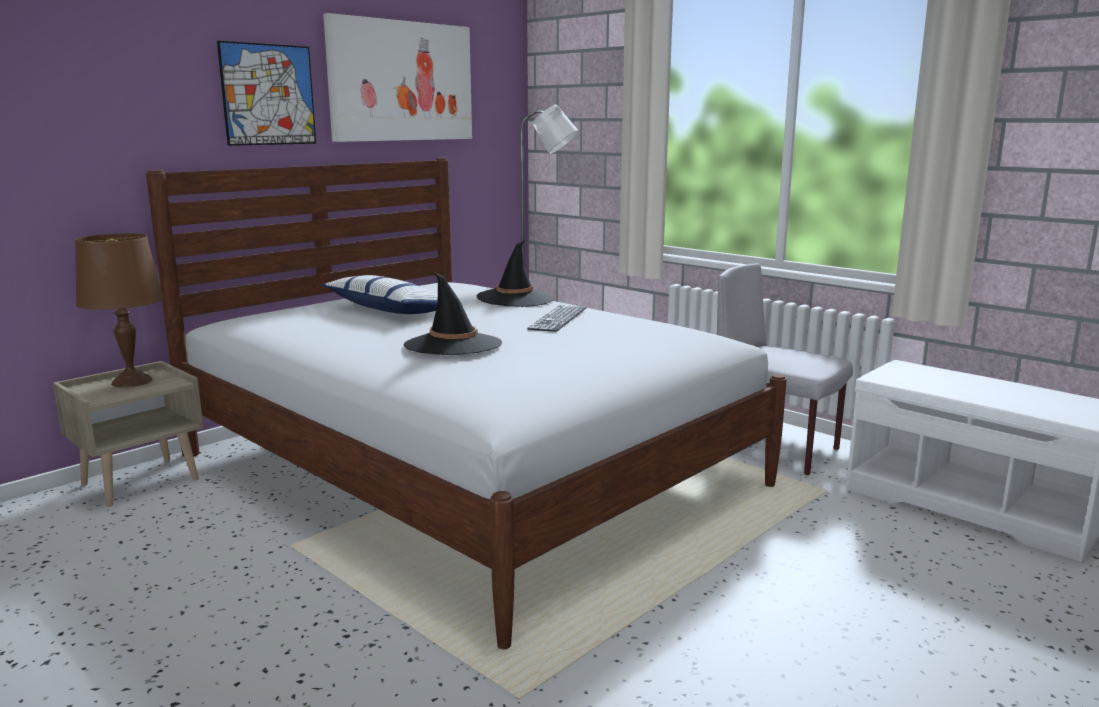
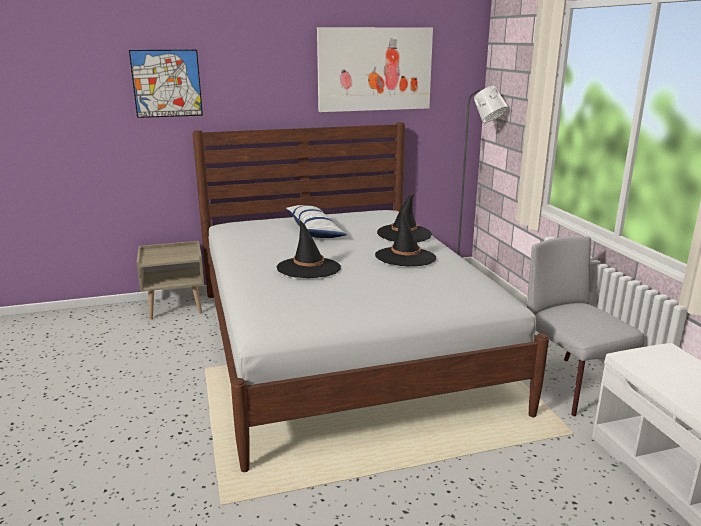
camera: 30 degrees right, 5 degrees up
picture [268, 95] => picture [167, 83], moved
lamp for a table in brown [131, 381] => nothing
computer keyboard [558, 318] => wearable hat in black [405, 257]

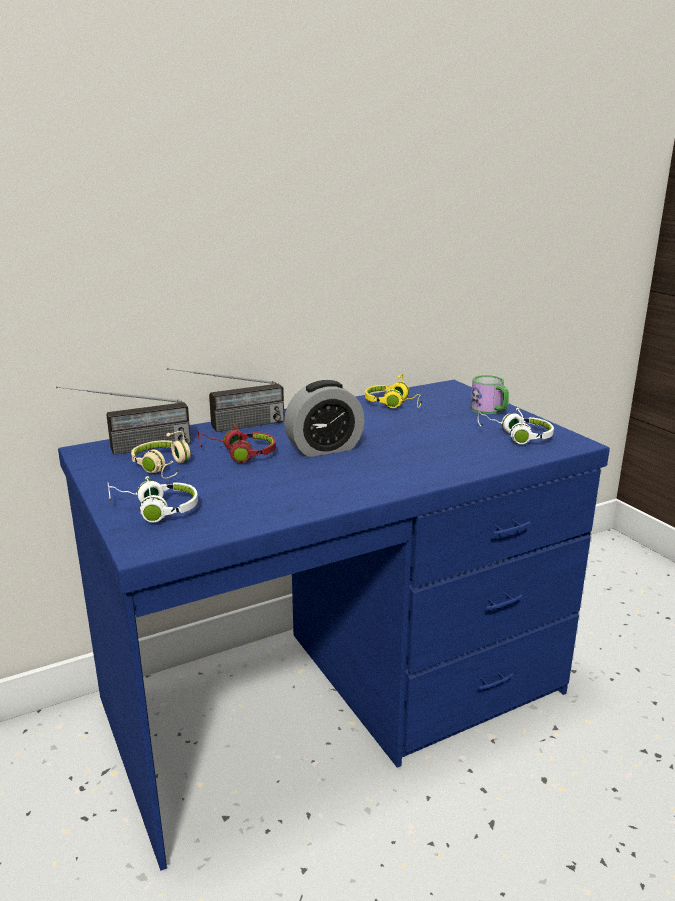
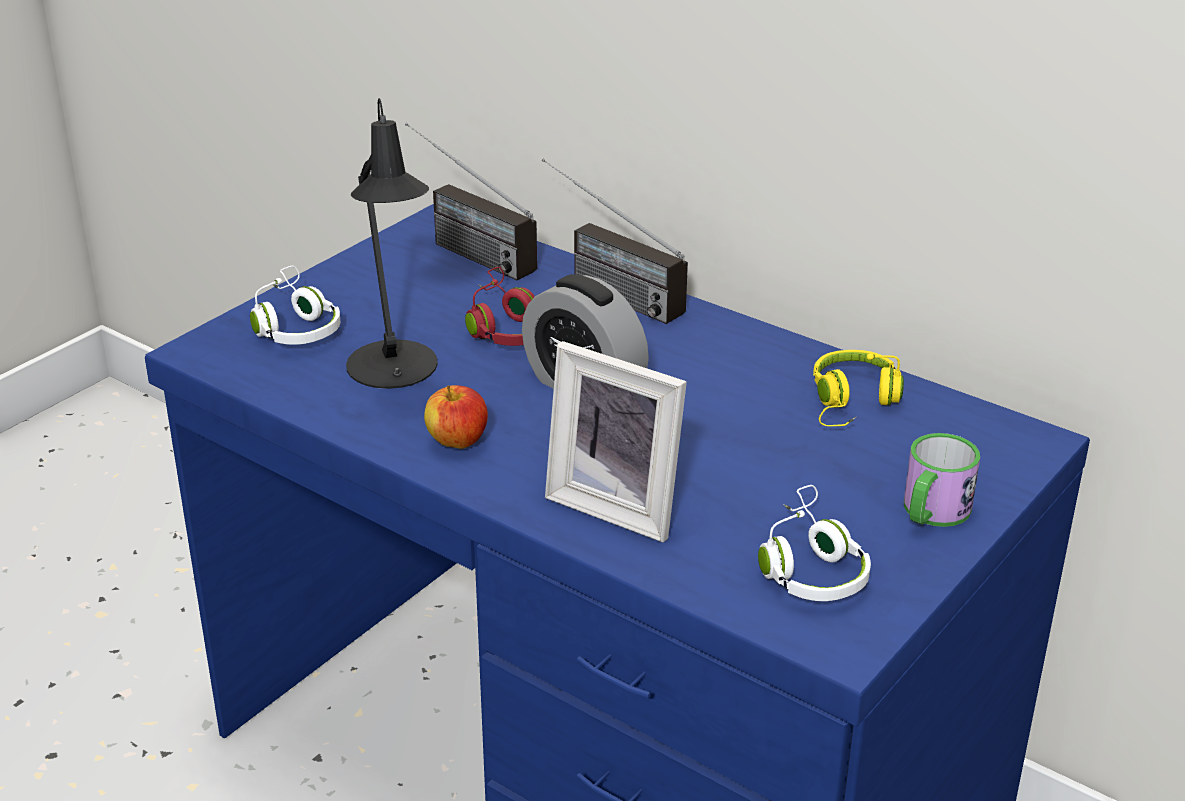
camera: 65 degrees right, 10 degrees up
headset in sand-coloured [164, 467] => nothing
nothing => lamp for a table in black [394, 371]
nothing => standing frame [618, 505]
nothing => apple fruit [457, 441]

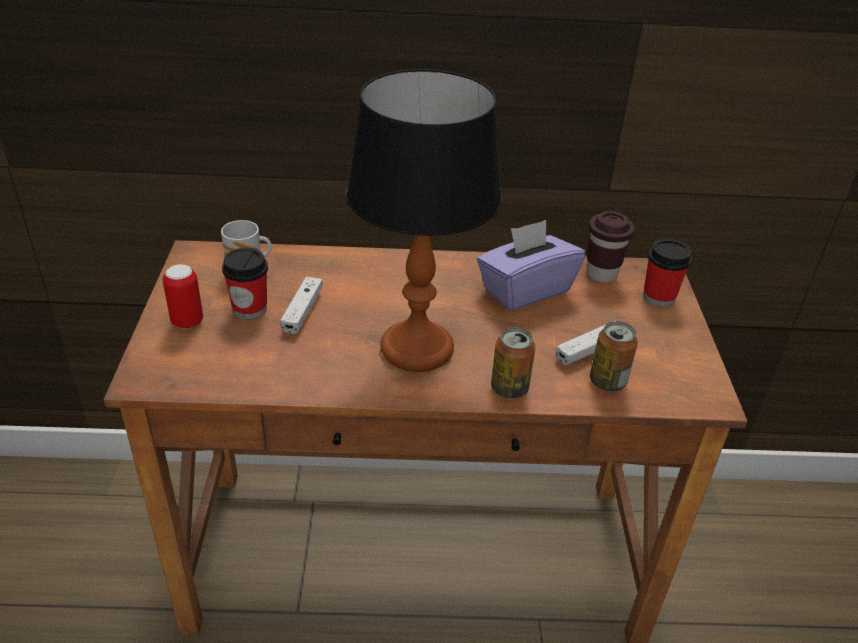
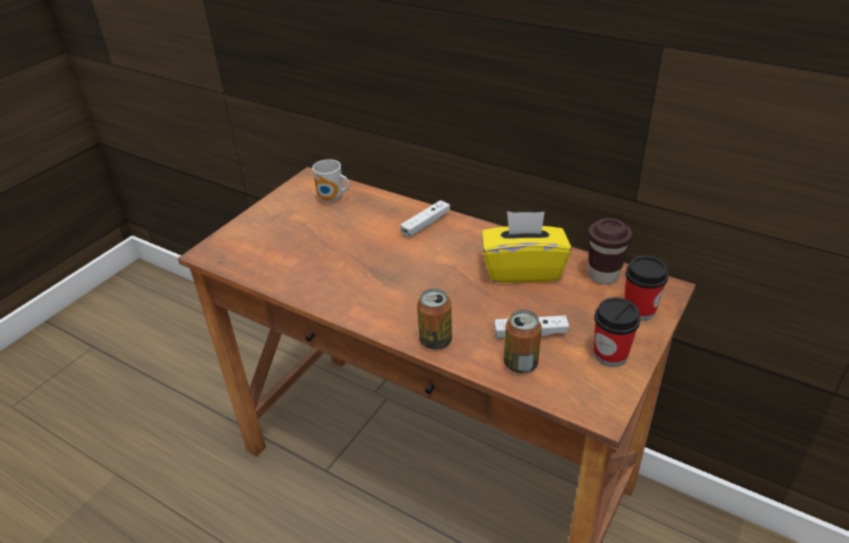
camera: 35 degrees right, 0 degrees up
lamp for a table [418, 348] => nothing
box of tissues in purple-coloured [525, 290] => box of tissues in yellow-coloured [522, 269]
drinking cup [249, 309] => drinking cup [610, 355], moved
sealed can [187, 322] => nothing
joypad in whitish [302, 311] => joypad in whitish [426, 224], moved

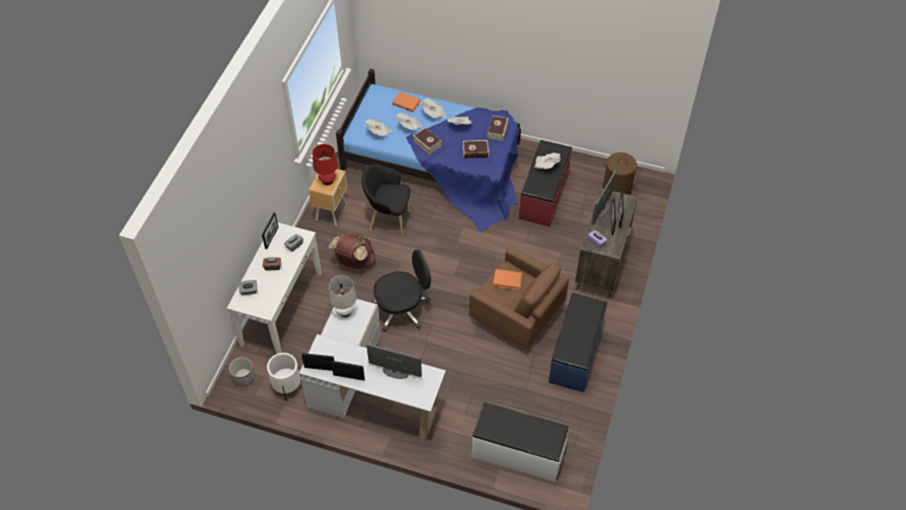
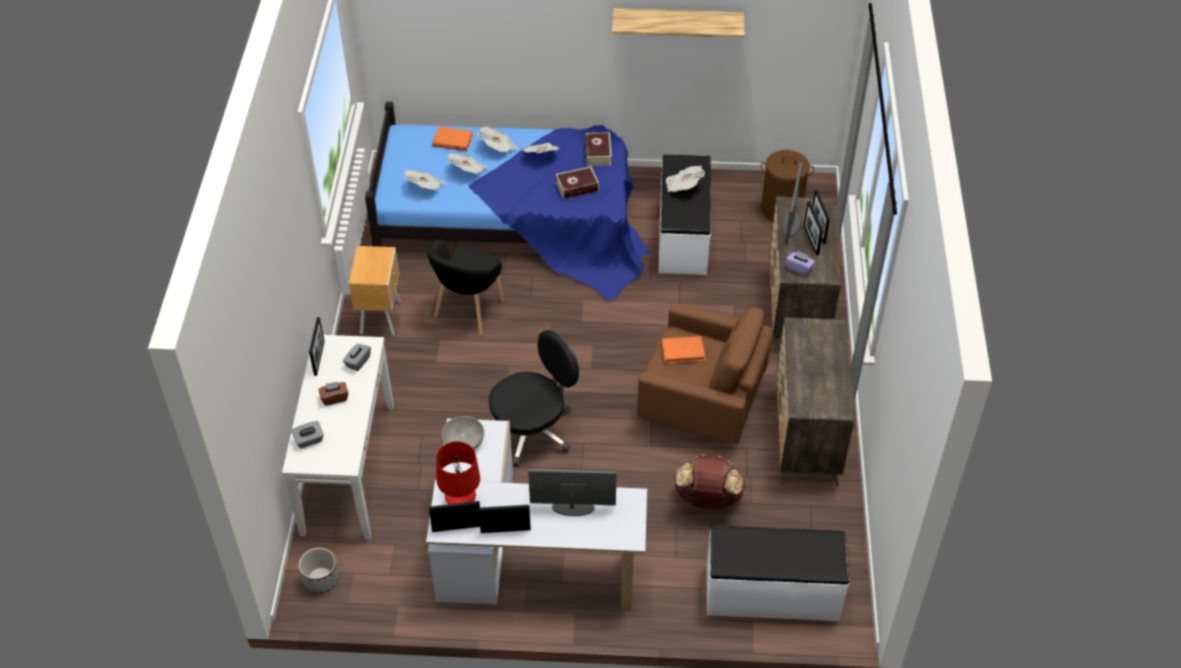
camera: 15 degrees left, 5 degrees down
book [427, 143] => nothing
bench in red-coloured [543, 195] => bench in whitish [682, 235]
lamp for a table in red-coloured [327, 180] => lamp for a table in red-coloured [461, 502], moved
lounge chair in black [388, 219] => lounge chair in black [469, 311], 60 degrees counterclockwise
knapsack in brown [354, 261] => knapsack in brown [707, 499], moved
lamp for a table in whitish [345, 311] => serving bowl in gray [463, 441]
bench in bluish [576, 353] => dresser [805, 437]
flower pot in whitish [287, 387] => nothing
nothing => shelf [677, 22]

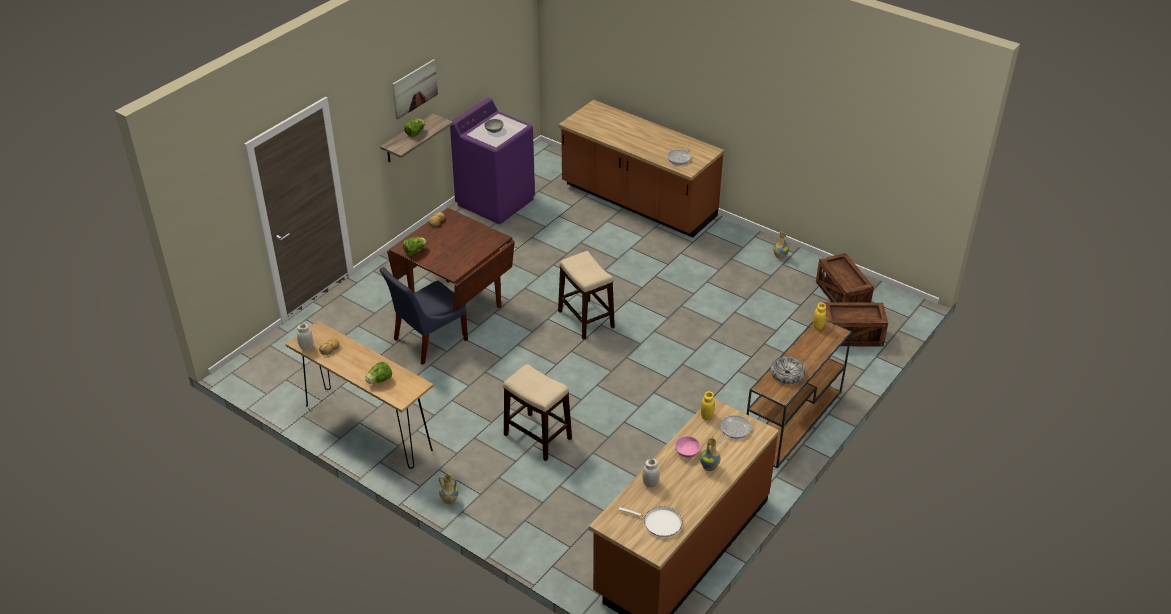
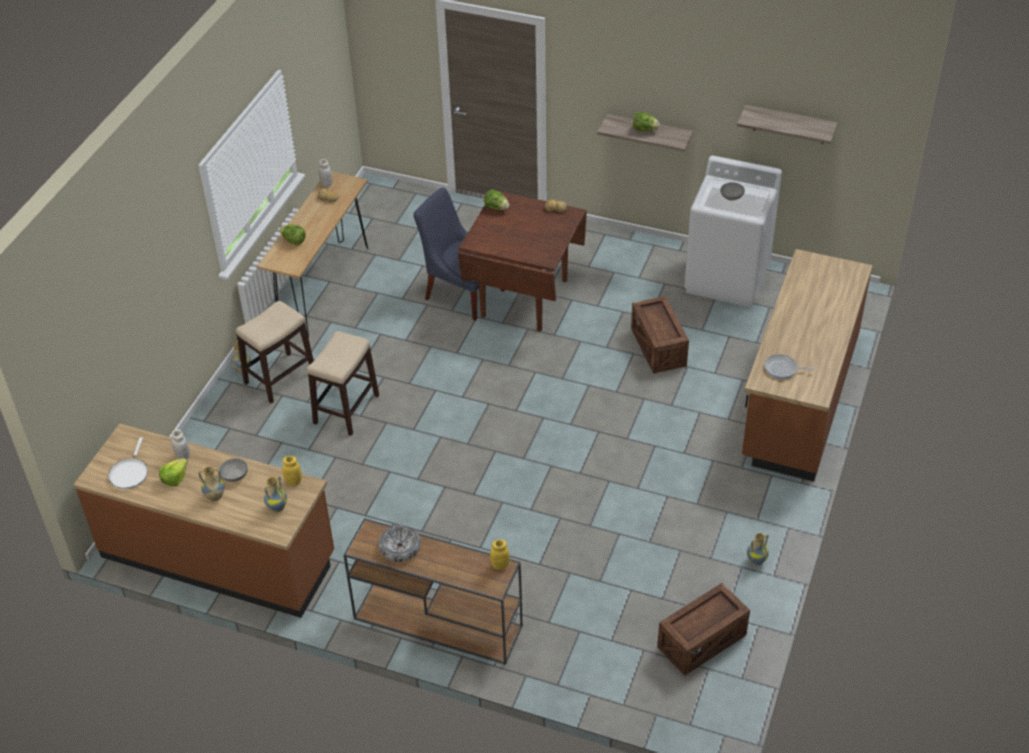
camera: 75 degrees right, 5 degrees up
picture [414, 88] => nothing
laundry machine in purple-coloured [496, 201] => laundry machine in whitish [727, 278]
sitting stool [586, 319] => sitting stool [279, 378], moved
shipping crate [851, 336] => shipping crate [658, 347], moved
pan [733, 430] => vase [277, 507]
serving bowl in pink-coloured [687, 451] => serving bowl in gray [235, 475]
nothing => shelf [789, 124]
nothing => lettuce [174, 478]

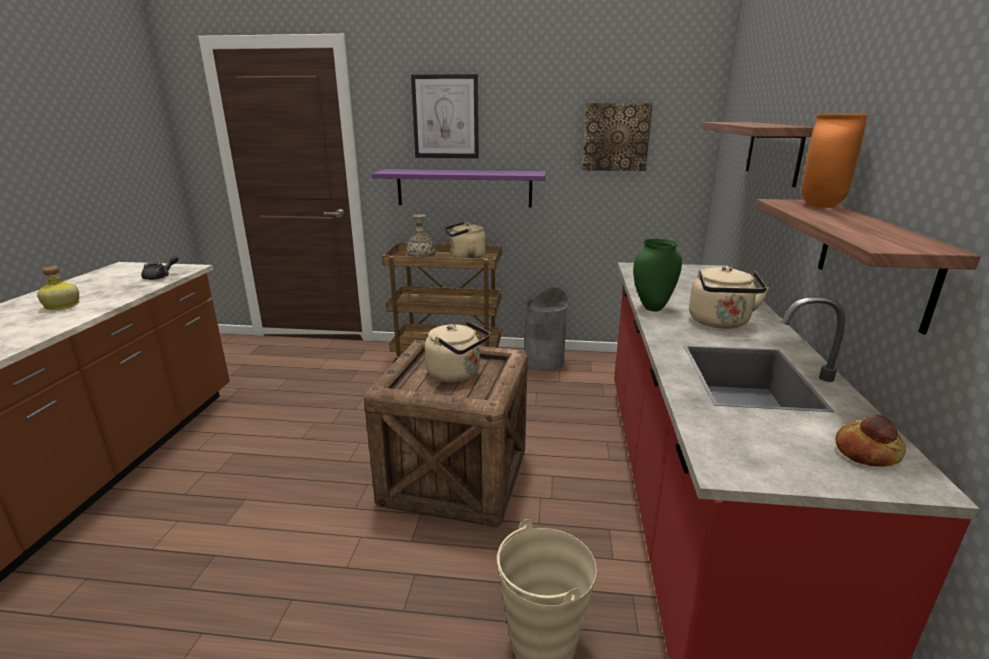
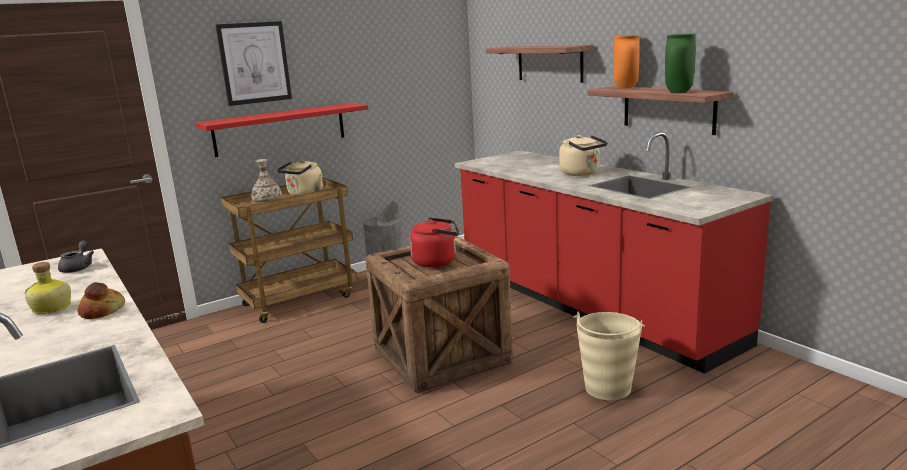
camera: 40 degrees left, 5 degrees down
picture [616, 137] => nothing
shelf in purple-coloured [464, 188] => shelf in red-coloured [280, 129]
vase in greenish [652, 308] => vase in greenish [679, 92], moved
kettle in sand-coloured [457, 374] => kettle in red-coloured [437, 261]
bread [867, 453] => bread [103, 311], moved

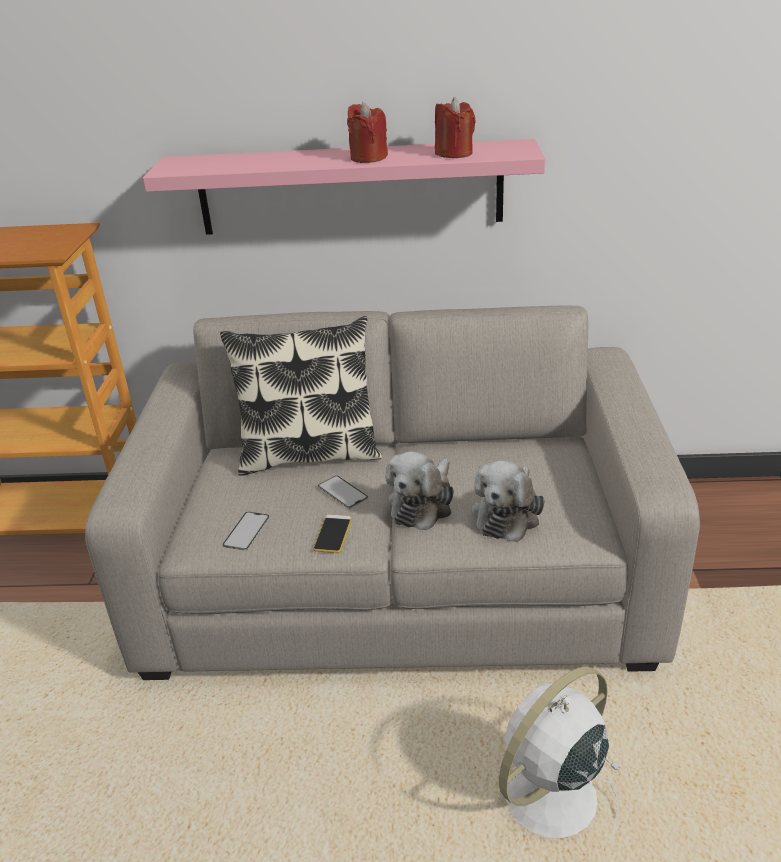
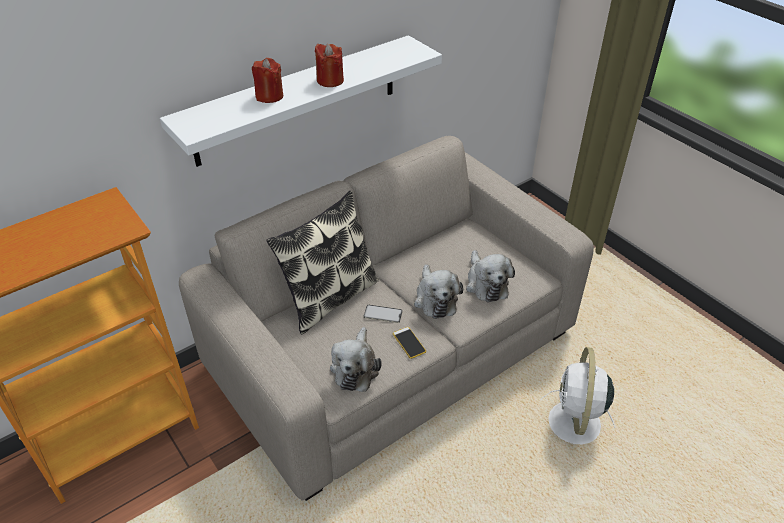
camera: 40 degrees left, 10 degrees up
wax light in red-coloured [454, 154] => wax light in red-coloured [269, 96], moved
shelf in pink-coloured [350, 188] => shelf in whitish [297, 100]
phone [246, 531] => cuddly toy [355, 368]

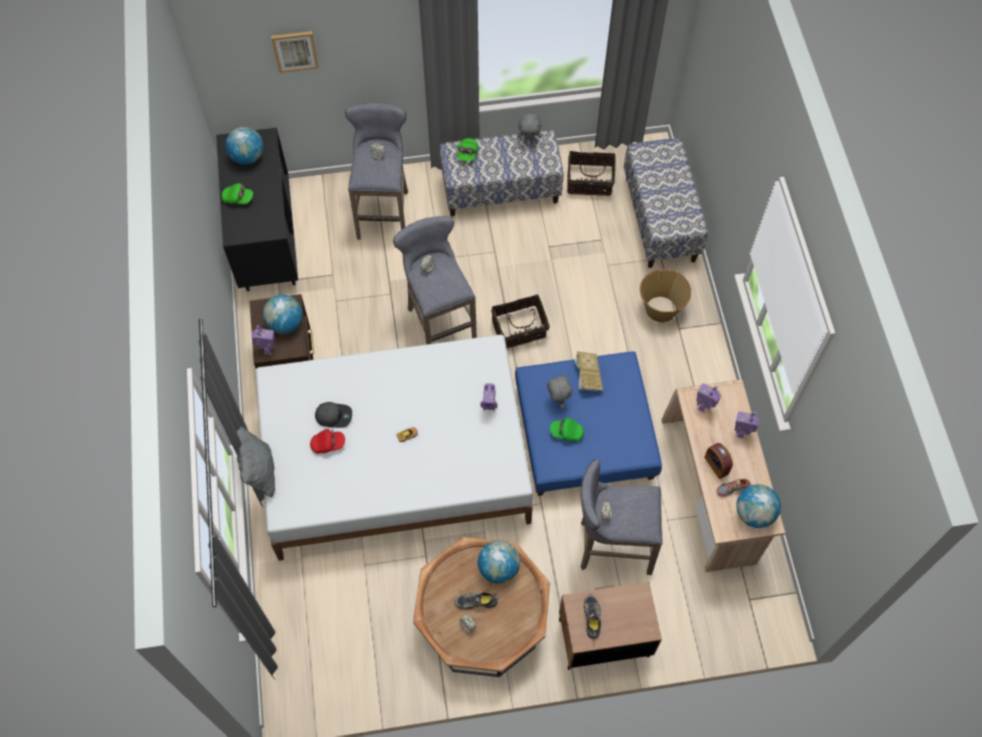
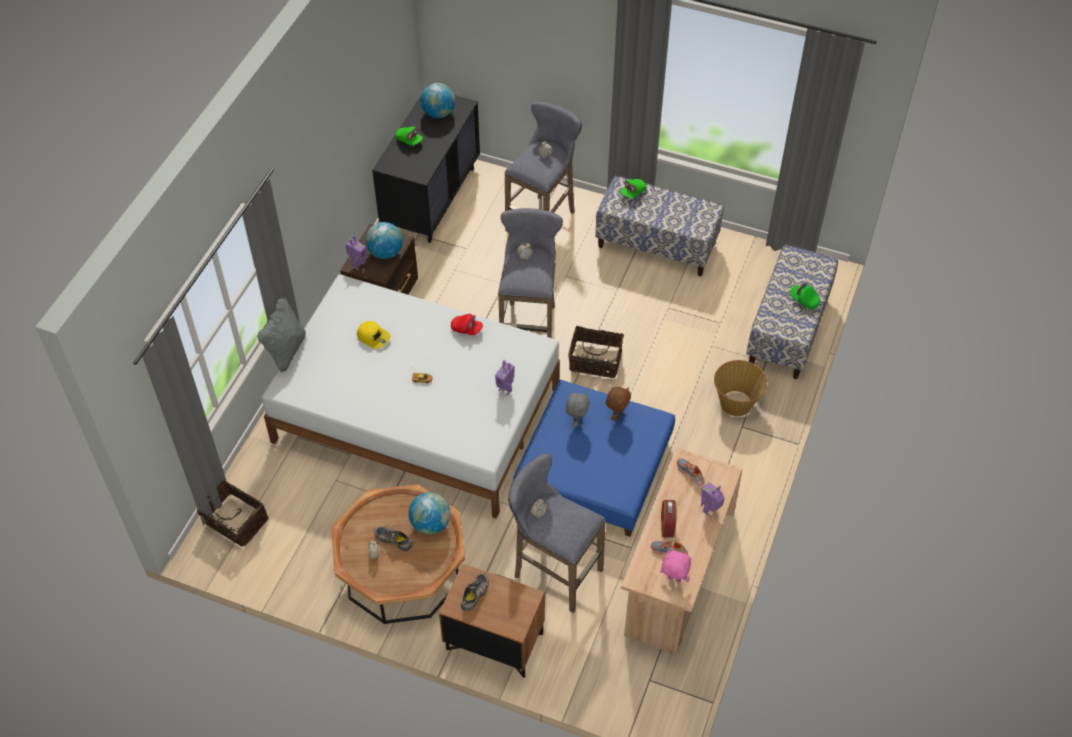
camera: 30 degrees right, 10 degrees down
picture [295, 50] => nothing
cuddly toy in gray [529, 140] => nothing
basket [589, 182] => basket [235, 523], moved
book [587, 376] => cuddly toy in brown [617, 414]
model robot [704, 407] => shoe [690, 473]
cap in gray [334, 416] => cap in yellow-coloured [373, 337]
cap in greenish [566, 433] => cap in greenish [804, 300], moved
cap in red-coloured [328, 444] => cap in red-coloured [467, 329], moved
world globe [754, 513] => cuddly toy in pink-coloured [673, 580]

